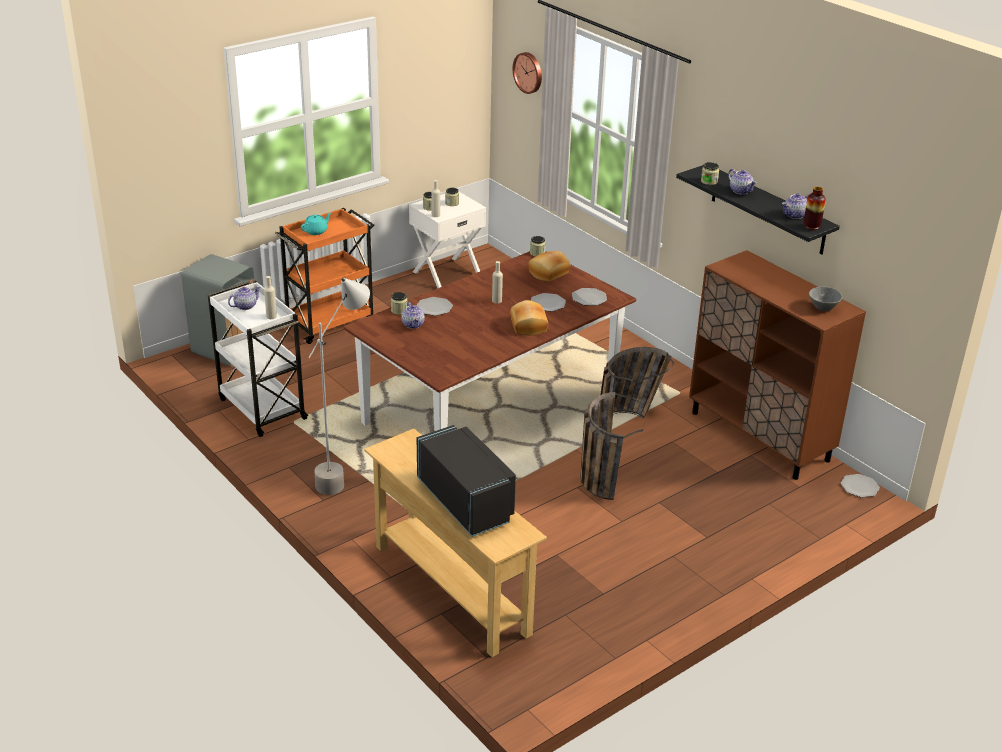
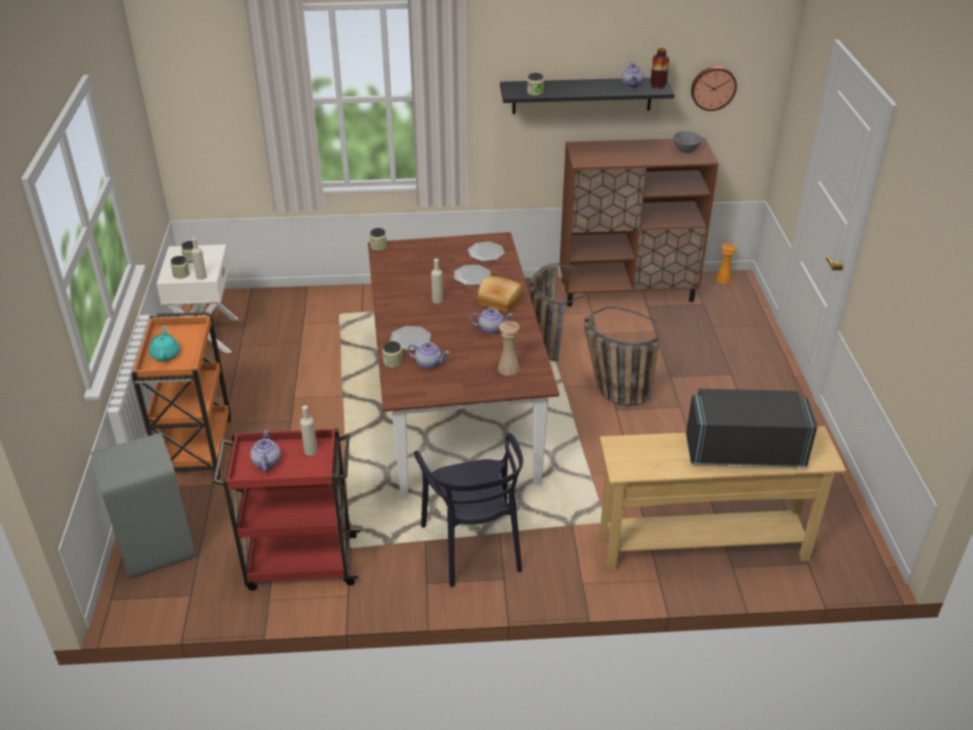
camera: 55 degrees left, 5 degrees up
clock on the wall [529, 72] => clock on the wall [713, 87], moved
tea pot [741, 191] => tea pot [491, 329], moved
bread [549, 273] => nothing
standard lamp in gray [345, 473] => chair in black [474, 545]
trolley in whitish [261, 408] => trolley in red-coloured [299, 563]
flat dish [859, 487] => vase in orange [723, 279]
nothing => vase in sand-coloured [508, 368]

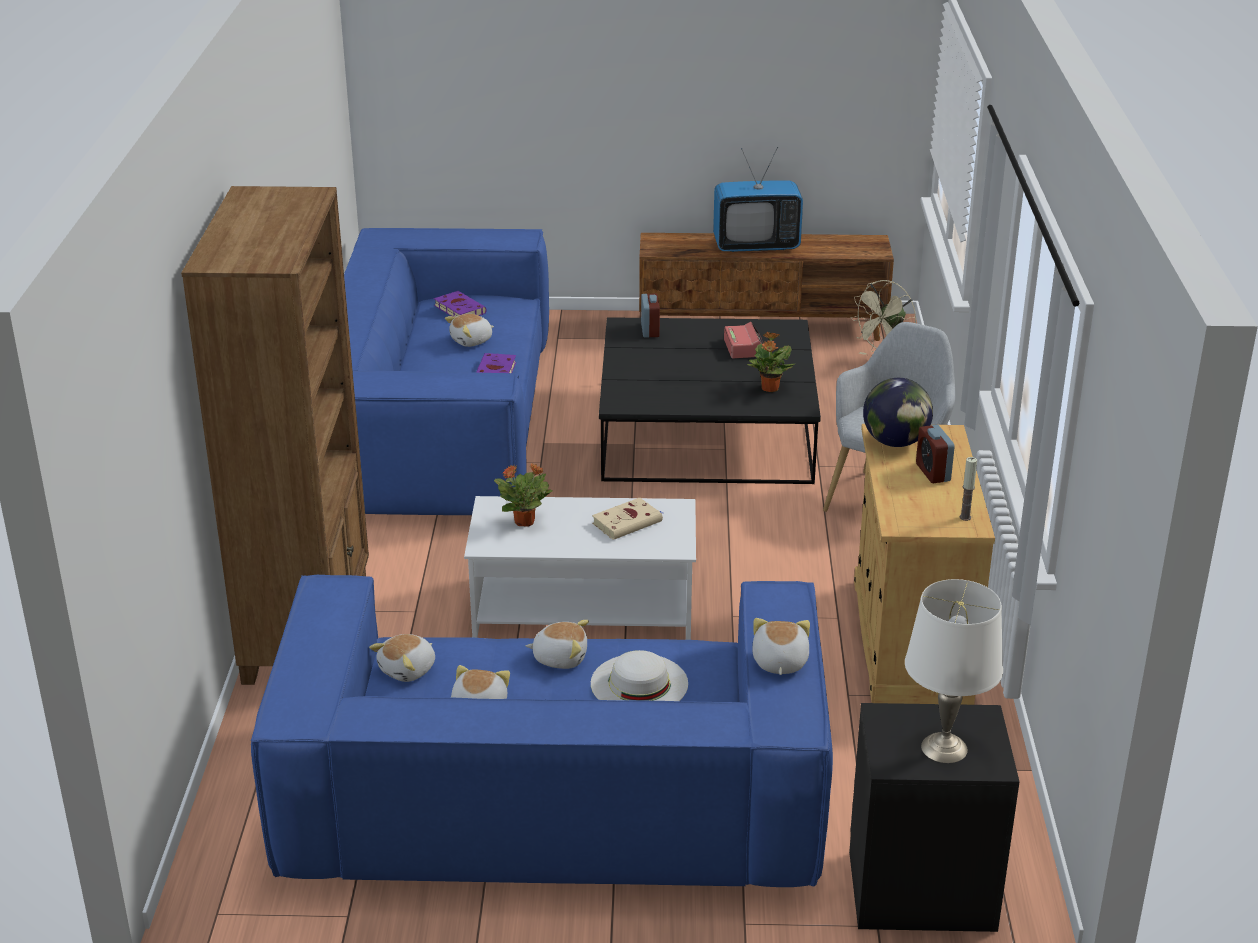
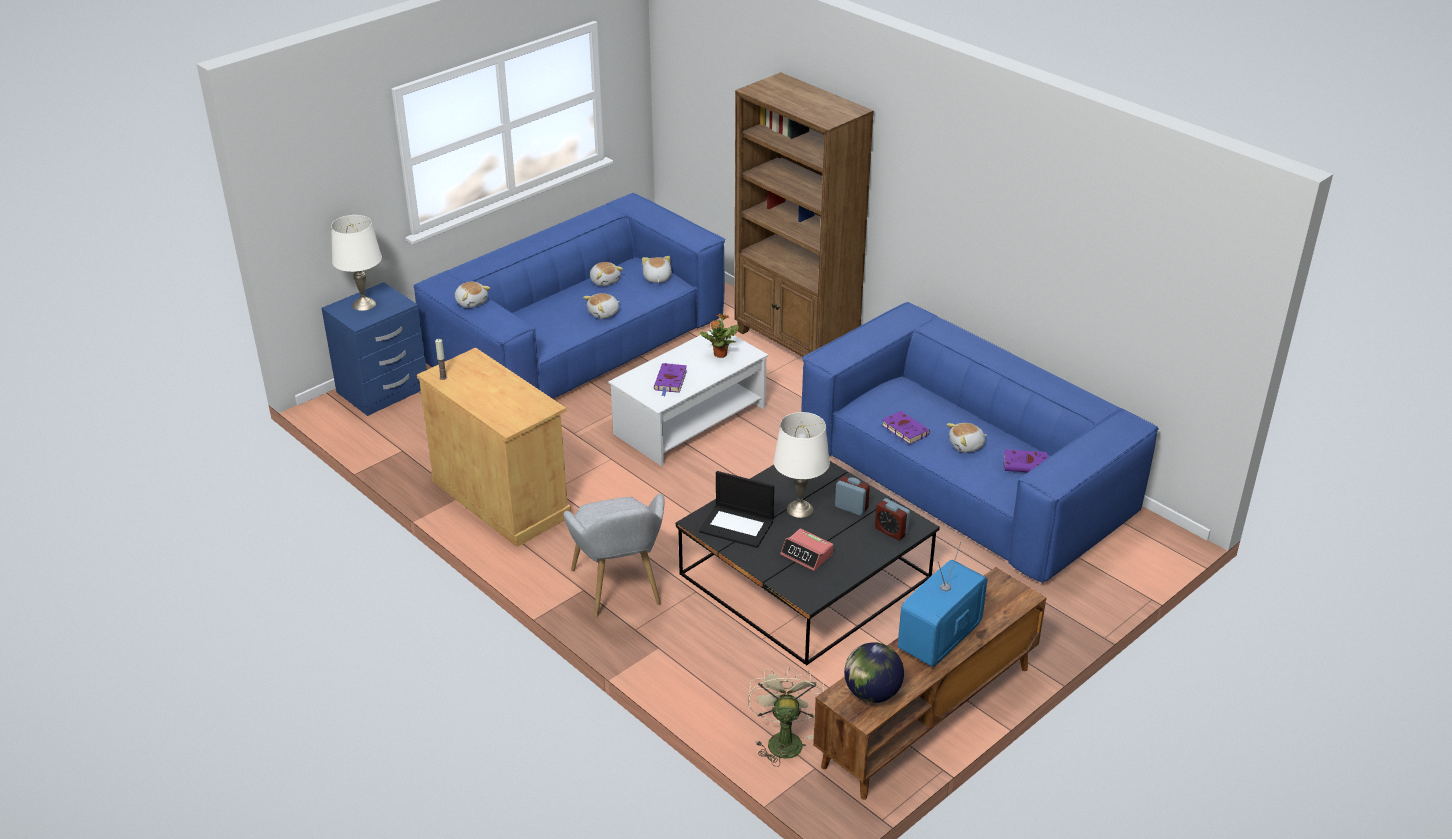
camera: 135 degrees right, 5 degrees up
cuddly toy [472, 341] => cuddly toy [966, 446], 120 degrees counterclockwise
houseplant [769, 389] => notebook computer [737, 526]
world globe [895, 442] => world globe [872, 693], moved
table clock [933, 472] => table clock [851, 507], moved
book in sand-coloured [628, 522] => book in purple-coloured [670, 381]
wearable hat in whitish [639, 683] => nothing
night table in black [921, 888] => night table in bluish [383, 391]
nothing => lamp for a table in whitish [799, 509]

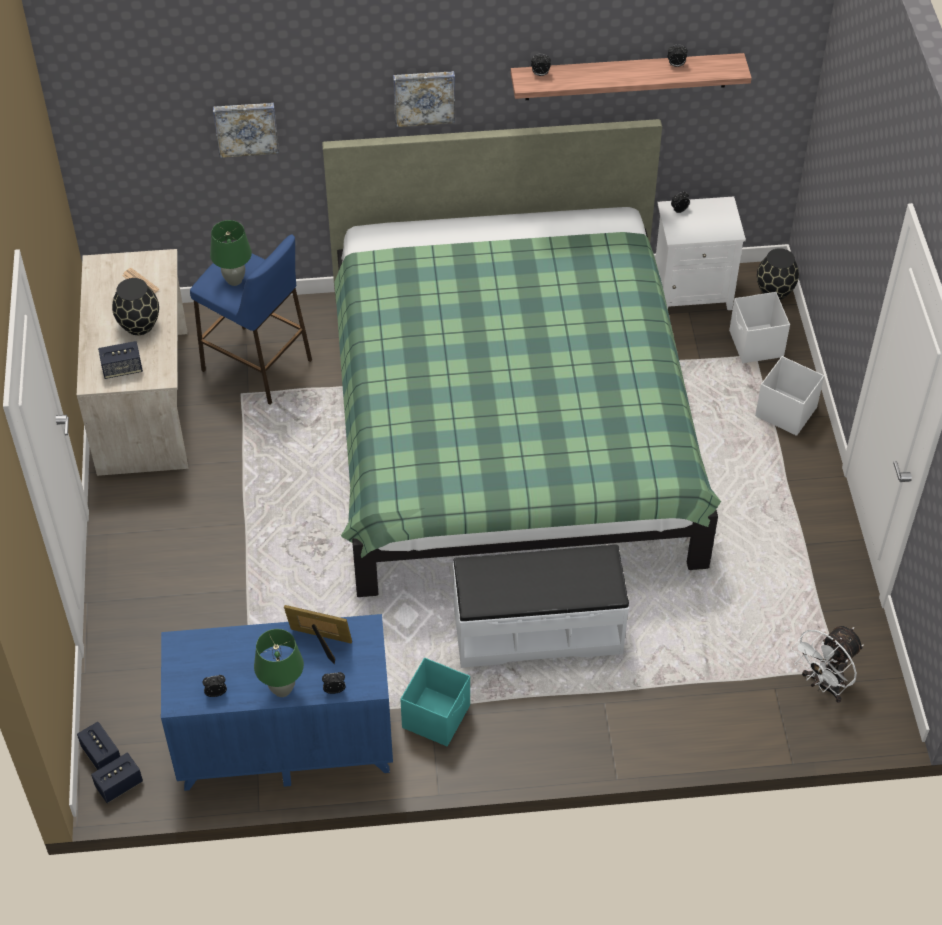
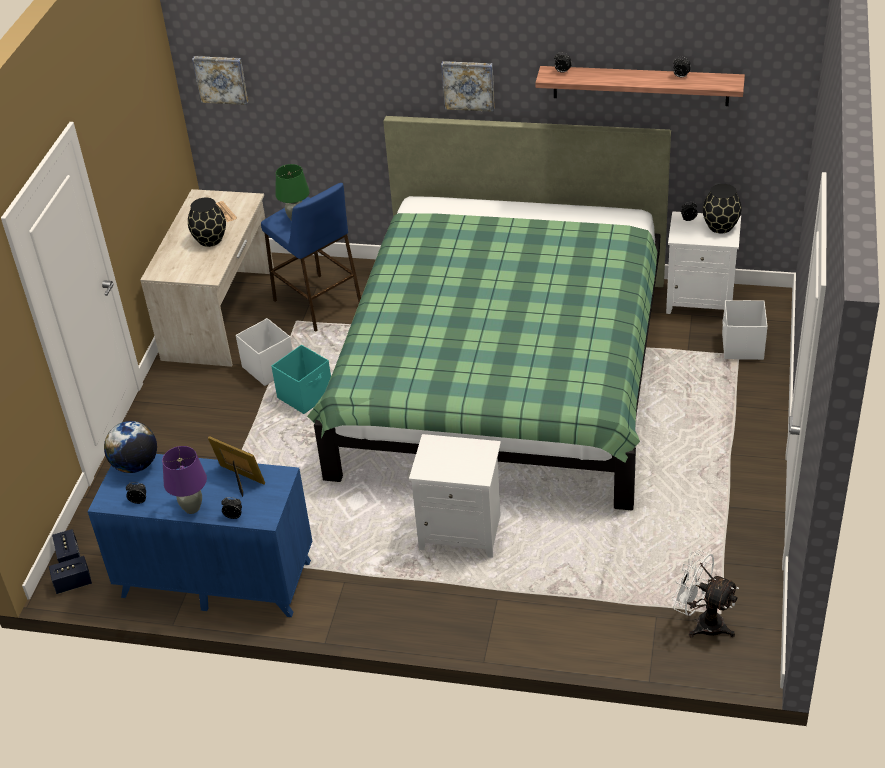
camera: 20 degrees right, 10 degrees down
picture [246, 127] => picture [221, 79], moved
vase in black [775, 291] => vase in black [720, 227], moved
audio speaker [122, 369] => nothing
storage container in whitish [785, 411] => storage container in whitish [268, 367], moved
bench in whitish [537, 630] => night table in whitish [462, 532]
fan in whitish [823, 685] => fan in whitish [702, 623], 60 degrees clockwise
lamp for a table in greenish [282, 690] => lamp for a table in purple-coloured [192, 508]
storage container in turquoise [437, 716] => storage container in turquoise [306, 395], moved
nothing => world globe [135, 465]

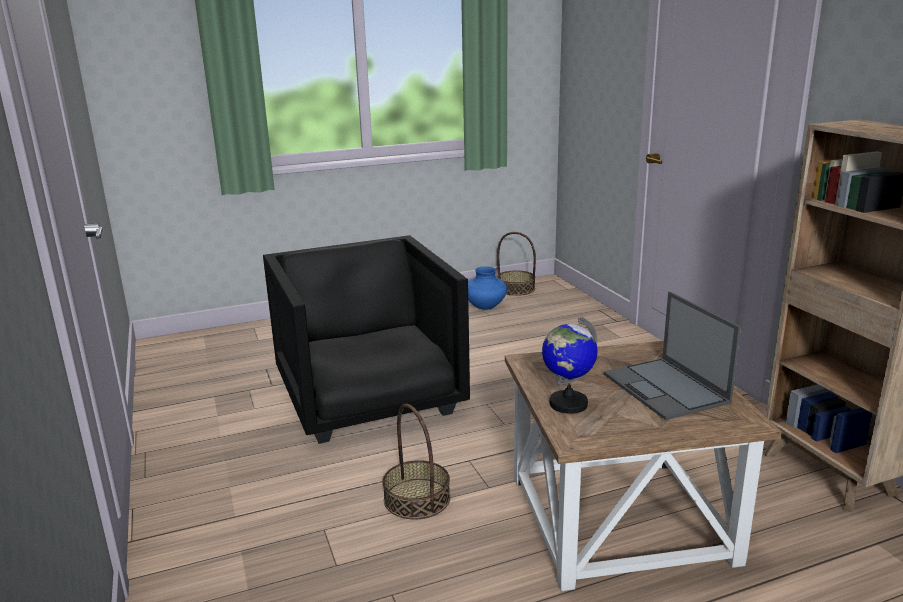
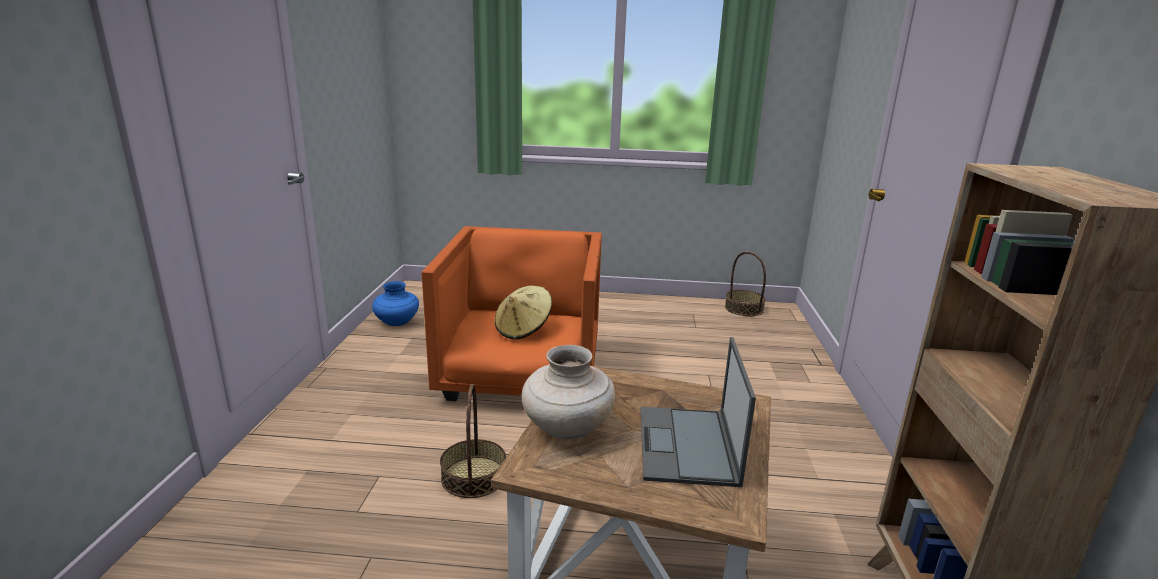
camera: 25 degrees right, 0 degrees up
lounge chair in black [370, 398] => lounge chair in orange [522, 374]
vase in bluish [485, 306] => vase in bluish [397, 322], moved
world globe [567, 404] => vase in sand-coloured [567, 429]
nothing => wearable hat in sand-coloured [523, 329]

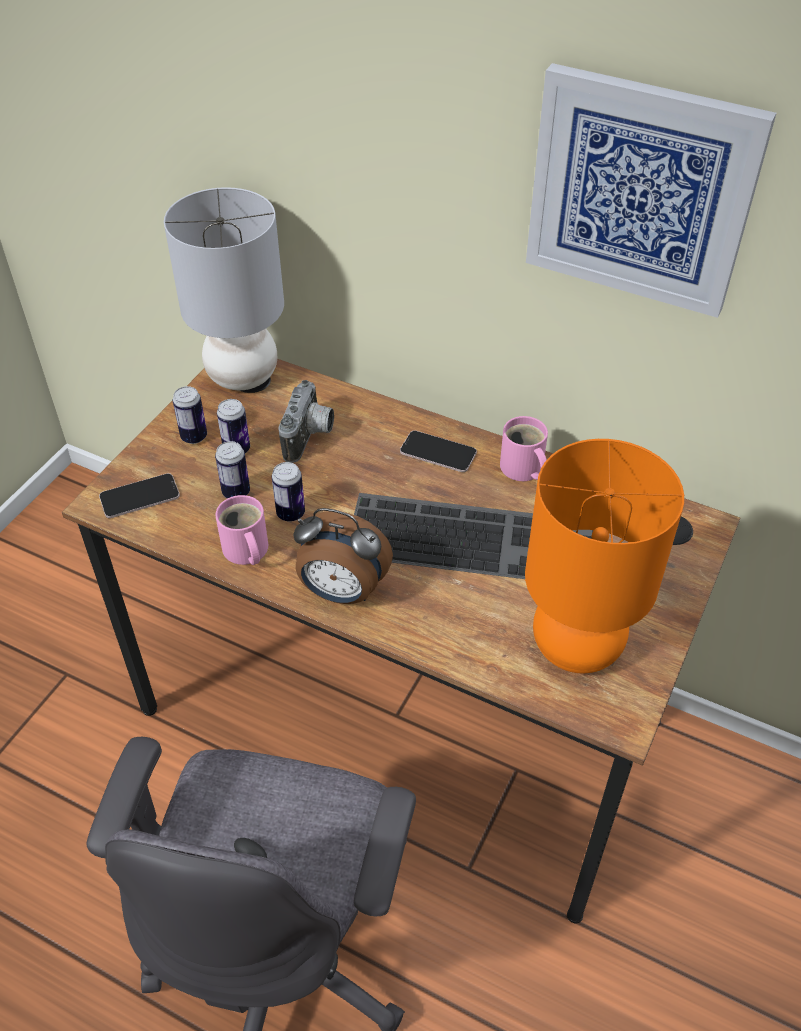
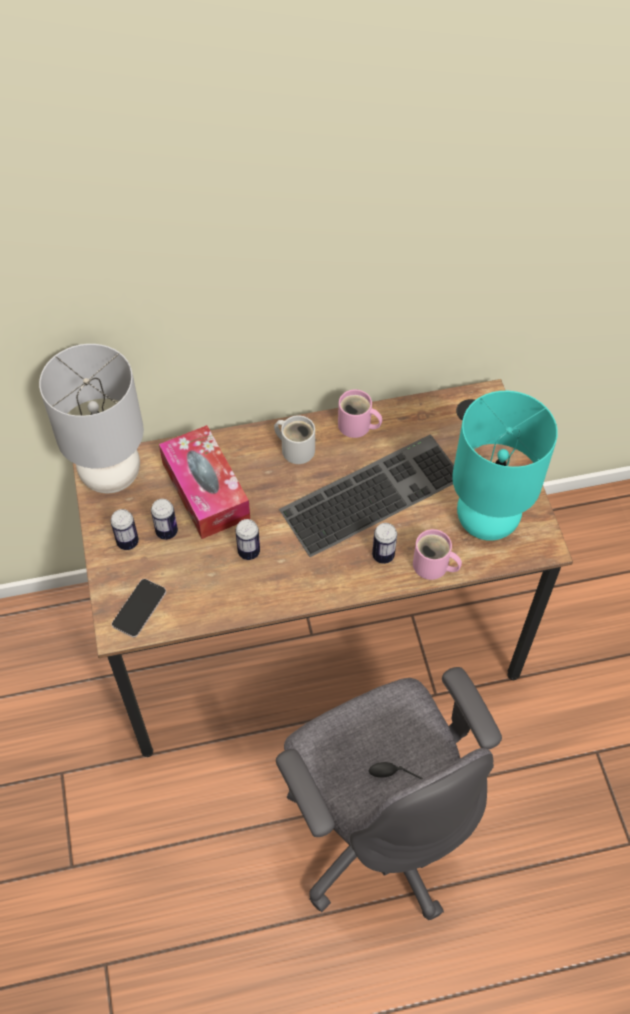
camera: 40 degrees left, 10 degrees up
picture [640, 191] => nothing
still camera [310, 437] => box of tissues [205, 490]
phone [438, 452] => tea mug in whitish [296, 448]
lamp for a table in orange [577, 645] => lamp for a table in turquoise [486, 520]
sealed can [236, 492] => sealed can [383, 555], moved
tea mug in pink-coloured [245, 551] => tea mug in pink-coloured [433, 567], moved
table clock [342, 592] => nothing

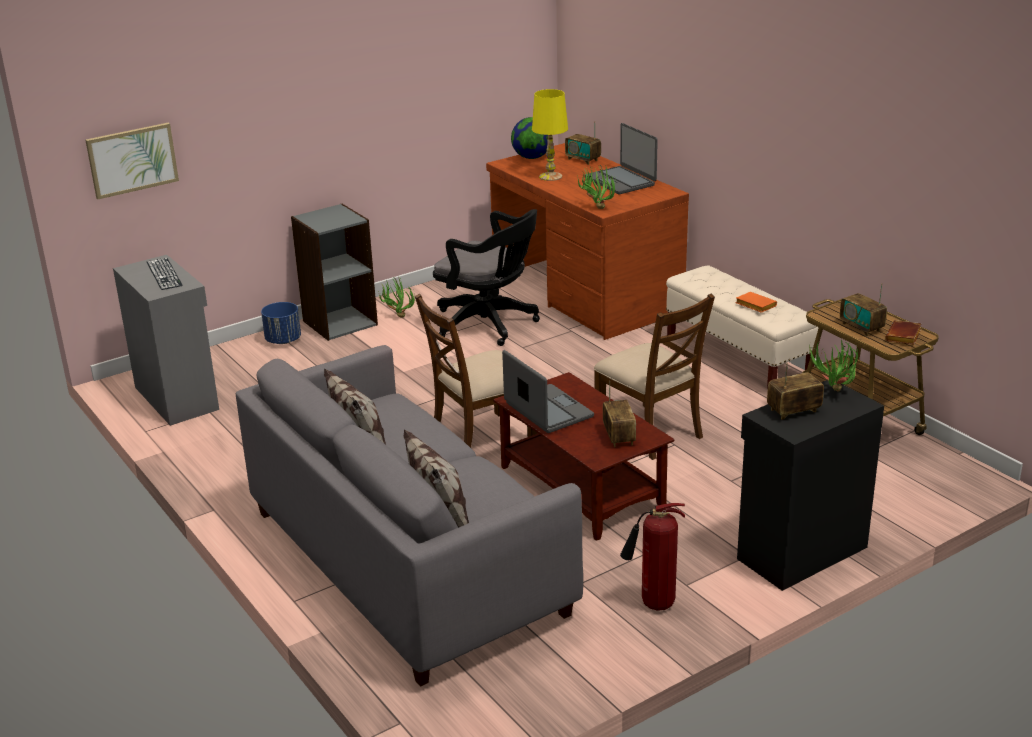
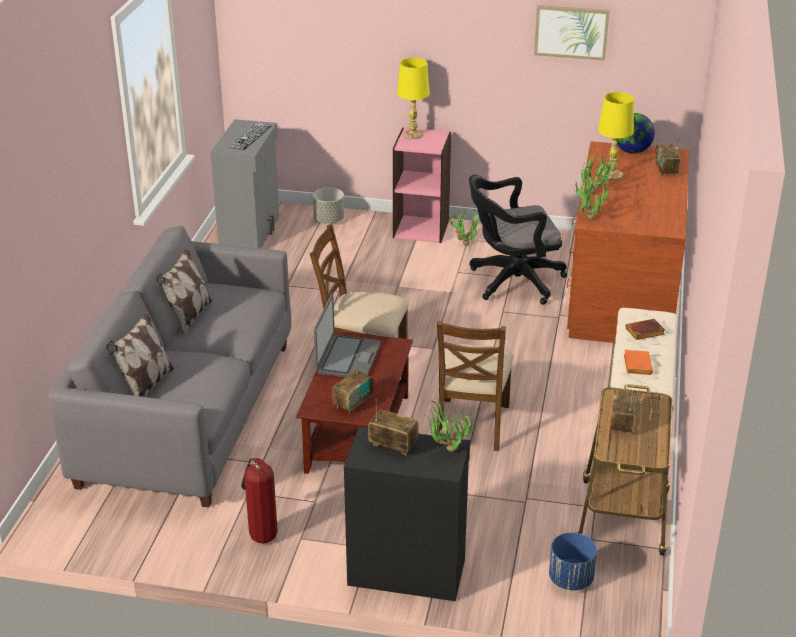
camera: 45 degrees right, 5 degrees up
picture [132, 160] => picture [571, 32], moved
notebook computer [620, 181] => nothing
bookcase in gray [339, 322] => bookcase in pink-coloured [421, 228]
desk chair in black [489, 325] => desk chair in black [511, 282], 90 degrees clockwise
flower pot in bluish [283, 340] => flower pot in bluish [571, 579], moved
book in brown [904, 337] => book in brown [644, 333], moved
nothing => lamp for a table in yellow-coloured [413, 134]
nothing => houseplant [597, 192]
nothing => flower pot in gray [329, 220]

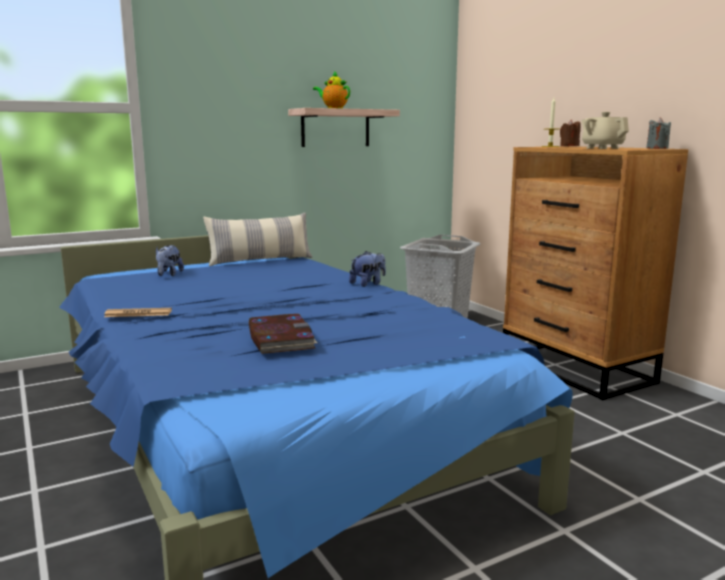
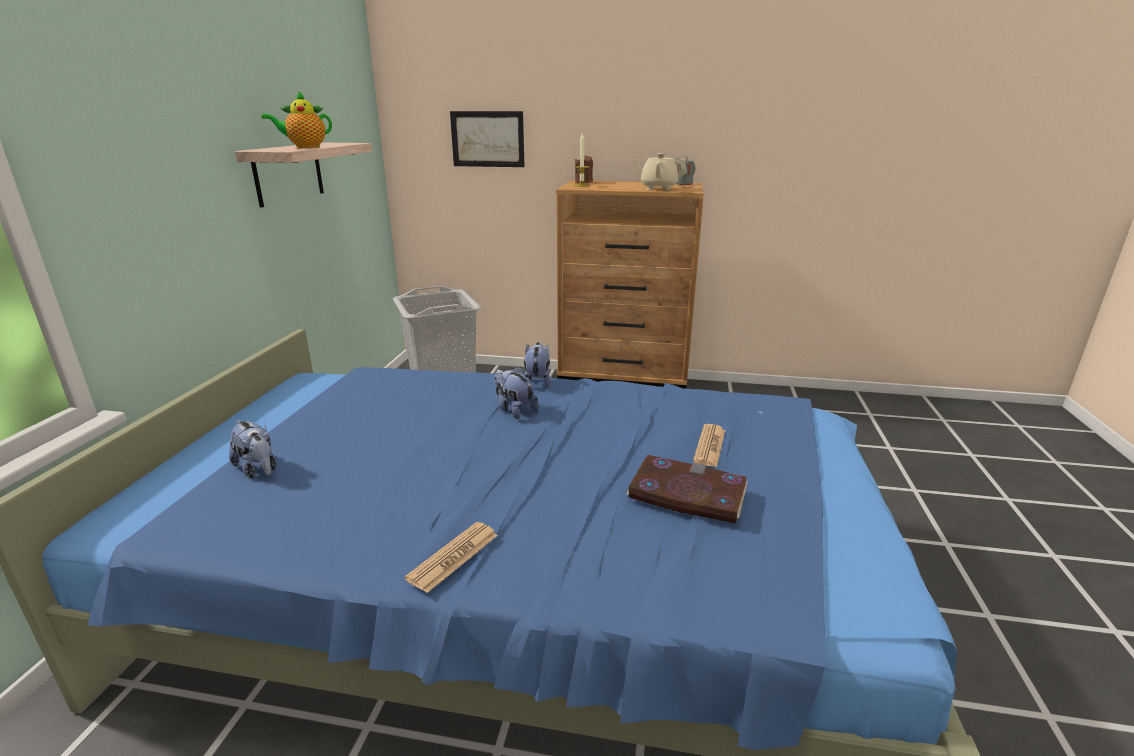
camera: 50 degrees left, 10 degrees up
cushion [260, 261] => nothing
nothing => picture [487, 139]
nothing => cuddly toy [514, 410]
nothing => newspaper [709, 446]

